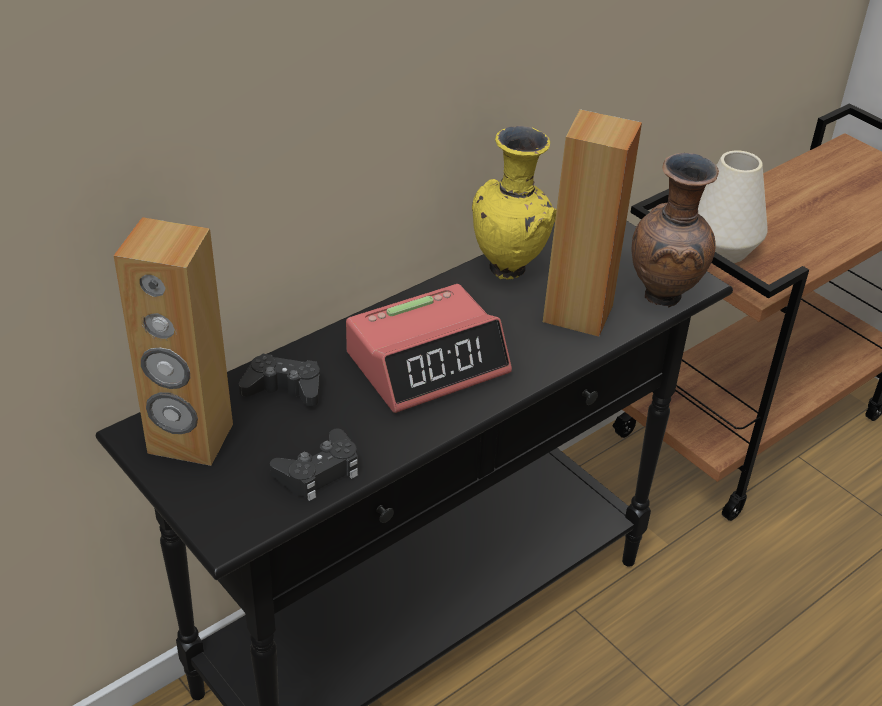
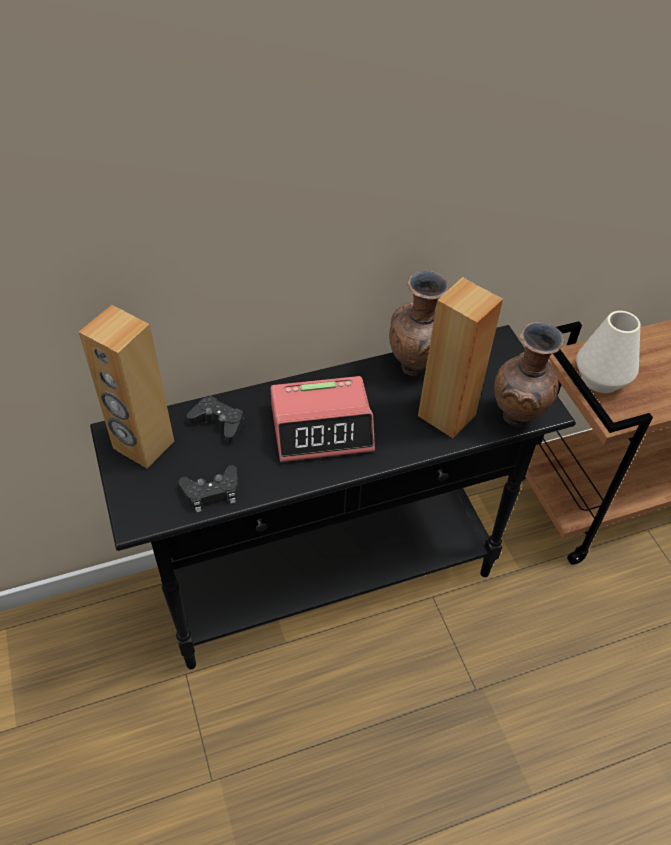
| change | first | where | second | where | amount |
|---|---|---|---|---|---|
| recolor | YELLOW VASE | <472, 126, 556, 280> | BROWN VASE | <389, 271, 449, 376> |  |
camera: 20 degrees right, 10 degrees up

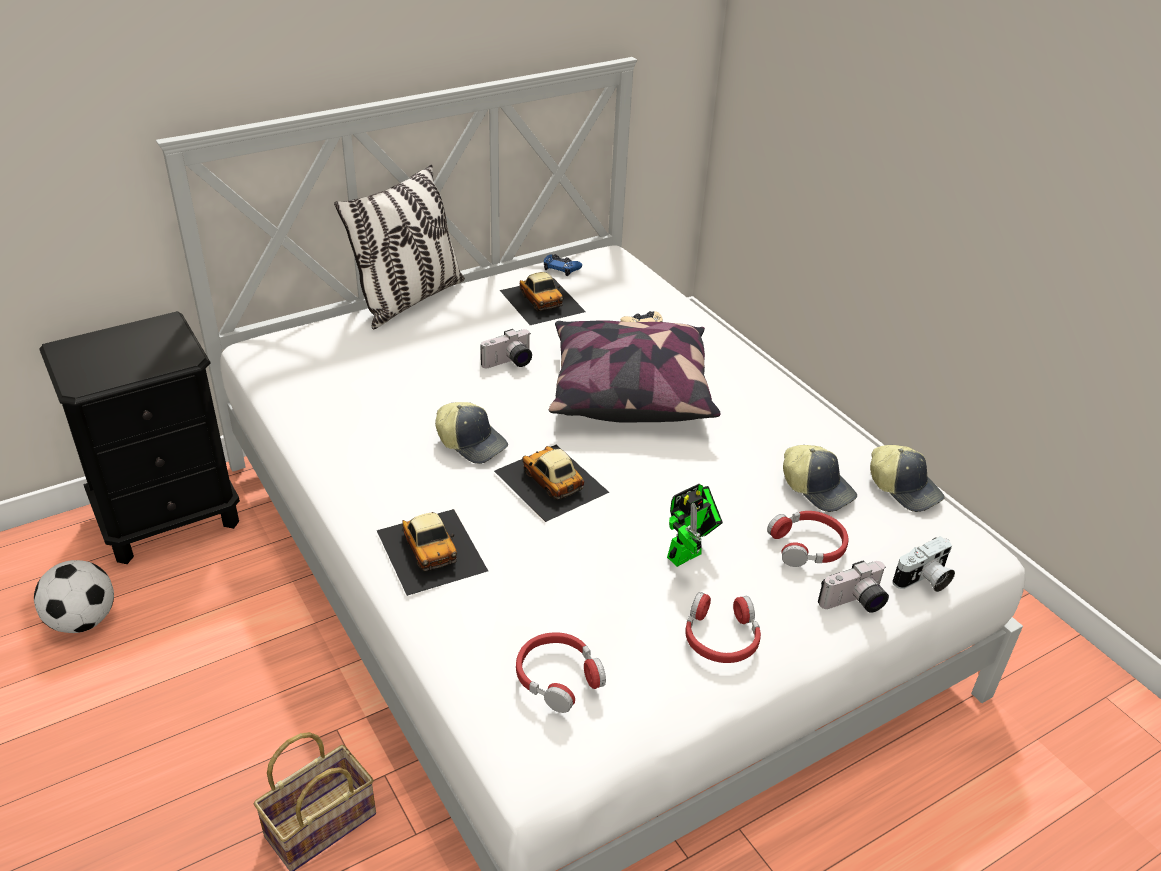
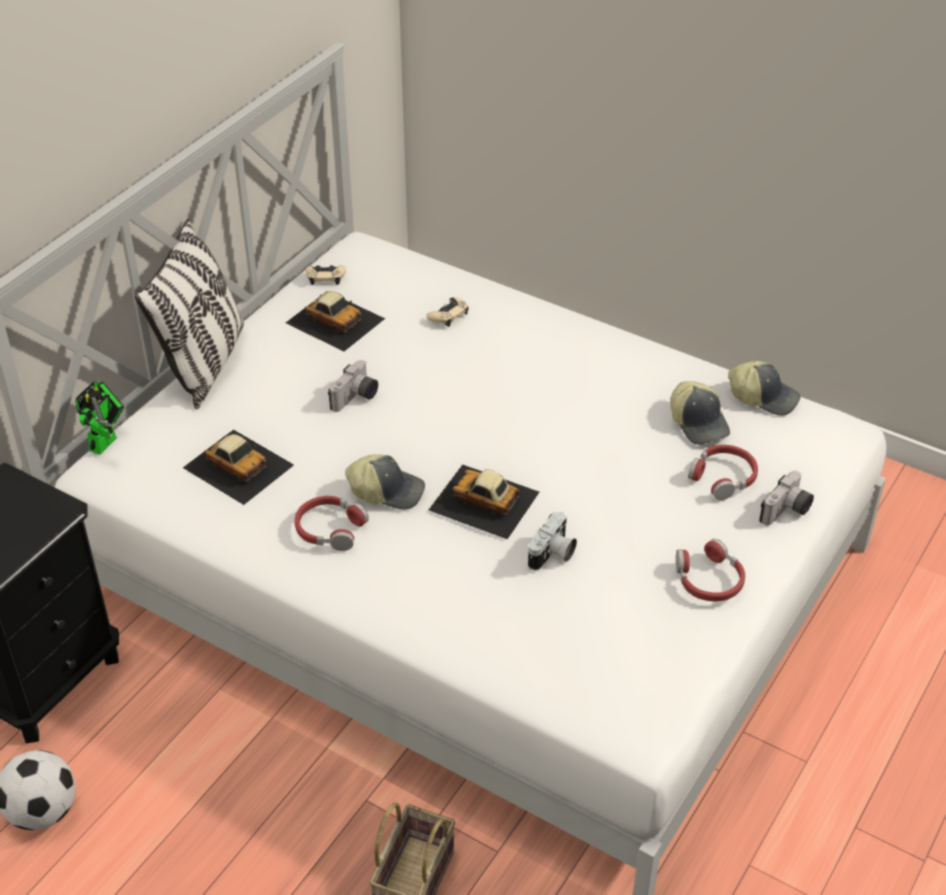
| change | first | where | second | where | amount |
|---|---|---|---|---|---|
| recolor | BLUE GAME CONTROLLER | <544, 254, 582, 276> | BEIGE GAME CONTROLLER | <306, 265, 346, 285> |  |
| delete | PILLOW | <549, 321, 721, 423> |  |  |  |
| rotate | CAP | <783, 445, 857, 512> |  | <670, 381, 730, 445> | 45 degrees clockwise |
| move | TOY ROBOT | <667, 484, 723, 567> |  | <75, 381, 124, 455> |  |
| move | TOY CAR | <376, 509, 488, 596> |  | <183, 430, 294, 505> |  |
| move | PHOTO CAMERA | <892, 536, 955, 592> |  | <528, 511, 577, 571> |  |
| move | RED HEADPHONES | <516, 632, 606, 713> |  | <295, 496, 369, 551> |  |
camera: 25 degrees left, 5 degrees up

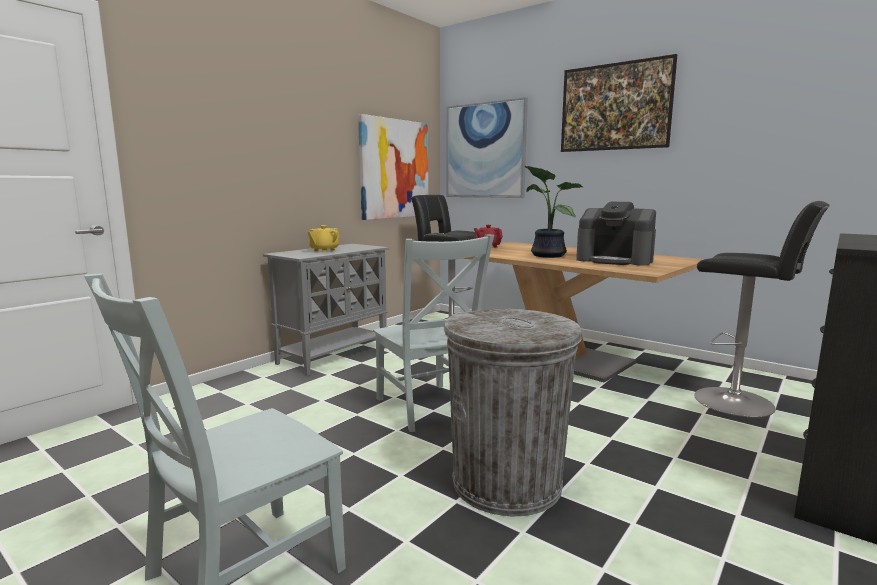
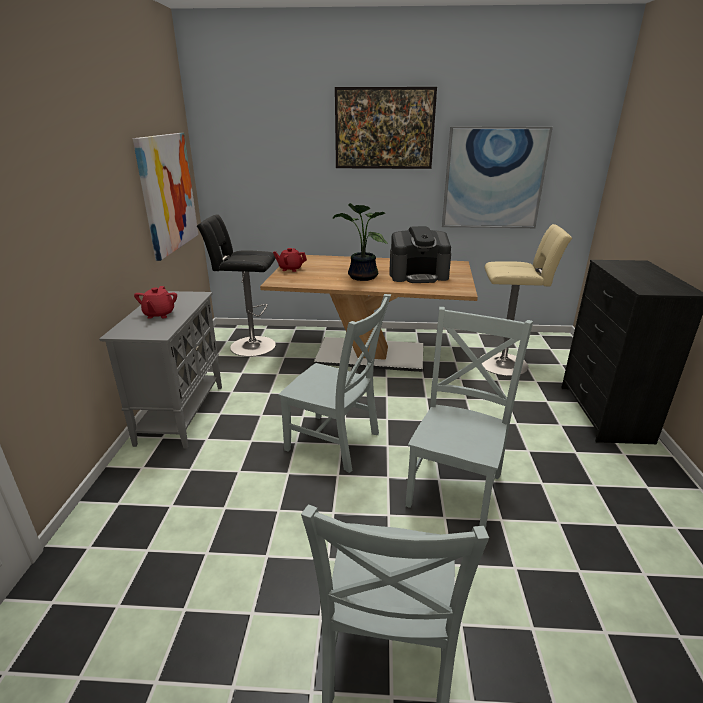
| change | first | where | second | where | amount |
|---|---|---|---|---|---|
| move | PICTURE | <446, 97, 528, 198> |  | <442, 126, 553, 228> |  |
| recolor | BLACK STOOL | <694, 201, 830, 417> | BEIGE STOOL | <481, 224, 572, 376> |  |
| recolor | YELLOW TEAPOT | <308, 225, 340, 252> | RED TEAPOT | <134, 286, 177, 319> |  |
| replace | GREY TRASH CAN | <444, 309, 582, 516> | GREY CHAIR | <405, 307, 533, 529> |  |
camera: 35 degrees left, 15 degrees up

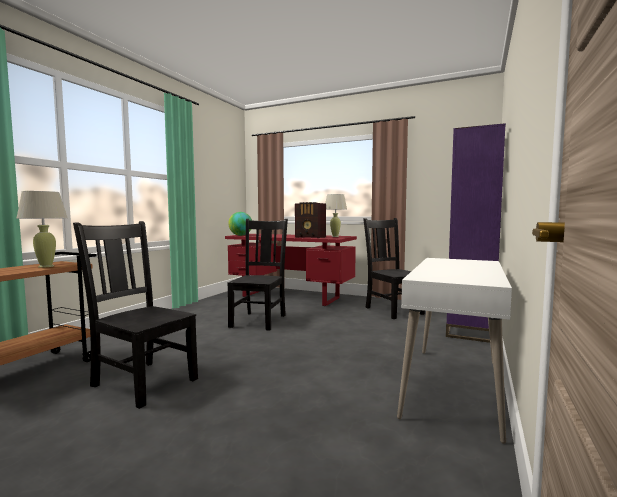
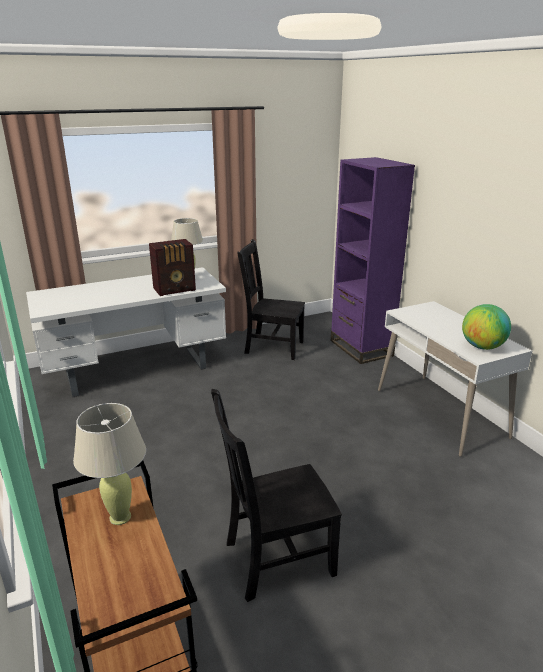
| change | first | where | second | where | amount |
|---|---|---|---|---|---|
| move | GLOBE | <228, 212, 252, 236> |  | <462, 304, 511, 350> |  |
| delete | BLACK CHAIR | <227, 219, 288, 331> |  |  |  |
| recolor | RED DESK | <225, 234, 357, 306> | WHITE DESK | <26, 267, 226, 397> |  |
camera: 50 degrees left, 20 degrees up

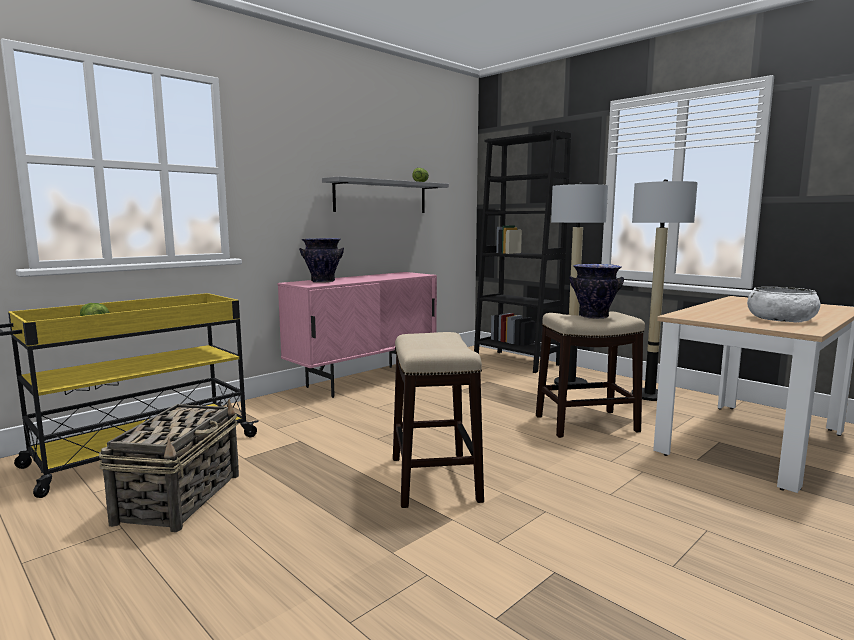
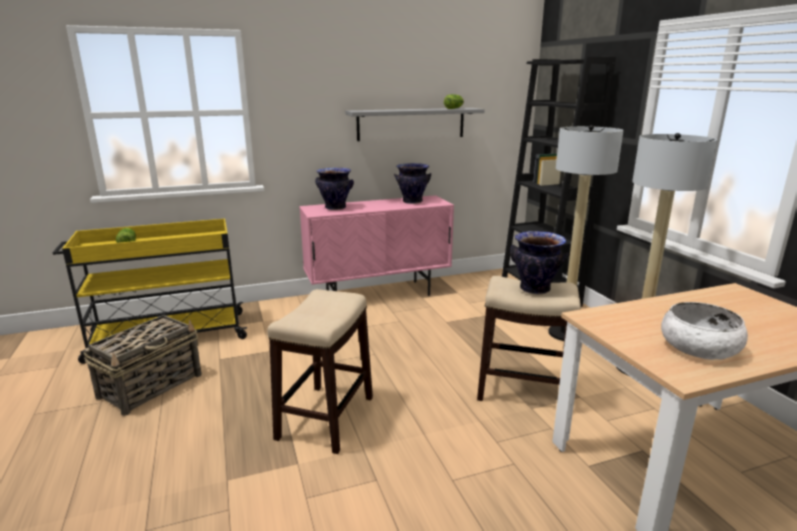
| change | first | where | second | where | amount |
|---|---|---|---|---|---|
| insert |  |  | VASE | <394, 163, 431, 204> |  |
camera: 25 degrees right, 10 degrees up

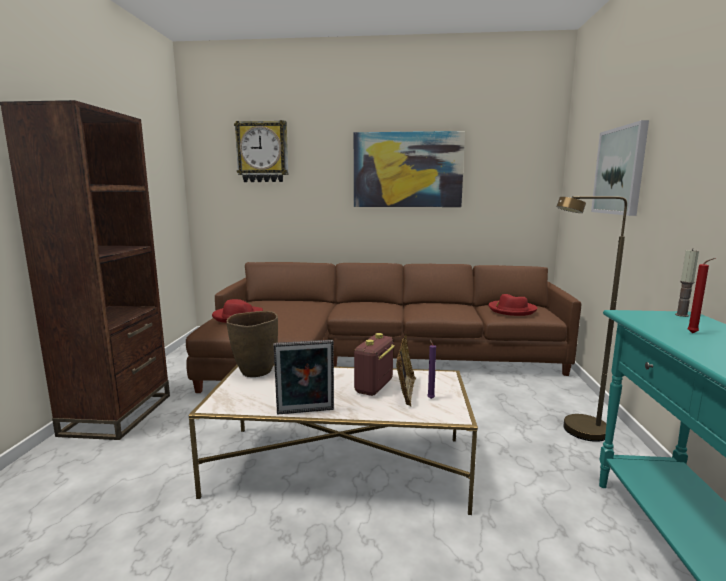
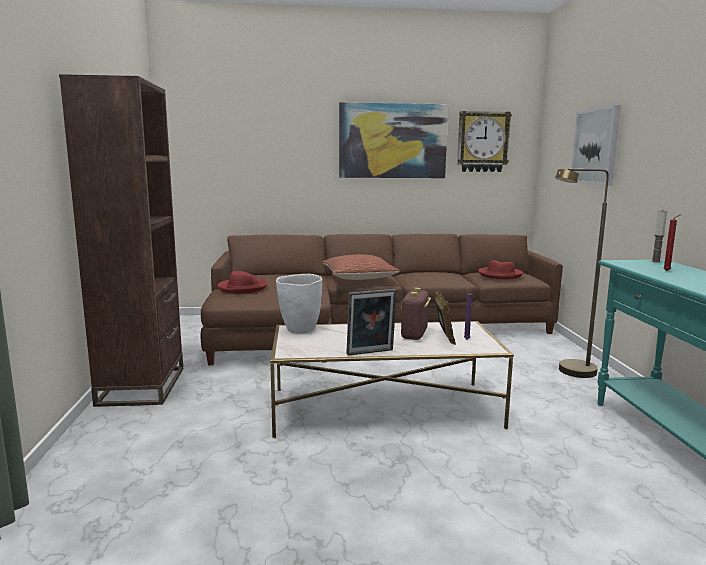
| change | first | where | second | where | amount |
|---|---|---|---|---|---|
| move | WALL CLOCK | <234, 120, 288, 182> |  | <457, 111, 512, 172> |  |
| recolor | BROWN VASE | <226, 311, 278, 377> | WHITE VASE | <276, 274, 322, 334> |  |
| insert |  |  | PILLOW | <322, 254, 400, 280> |  |
camera: 10 degrees left, 0 degrees up

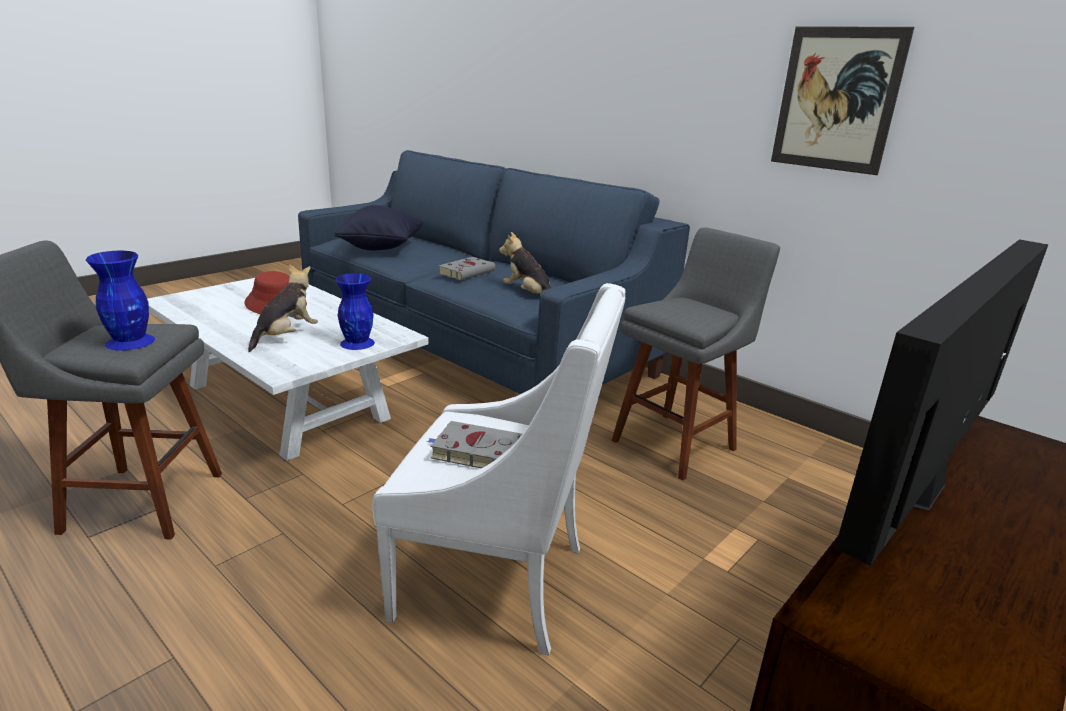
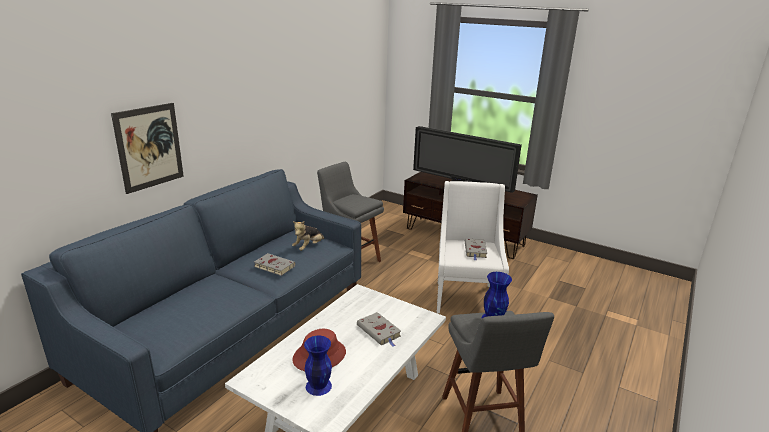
| change | first | where | second | where | amount |
|---|---|---|---|---|---|
| move | PICTURE | <771, 26, 914, 175> |  | <111, 103, 184, 194> |  |
| delete | BLACK PILLOW | <335, 205, 423, 250> |  |  |  |
| replace | PLUSH TOY | <248, 264, 318, 352> | GREY BOOK | <357, 312, 401, 347> |  |
| move | BLUE VASE | <335, 273, 375, 350> |  | <304, 336, 332, 396> |  |
camera: 100 degrees left, 0 degrees up

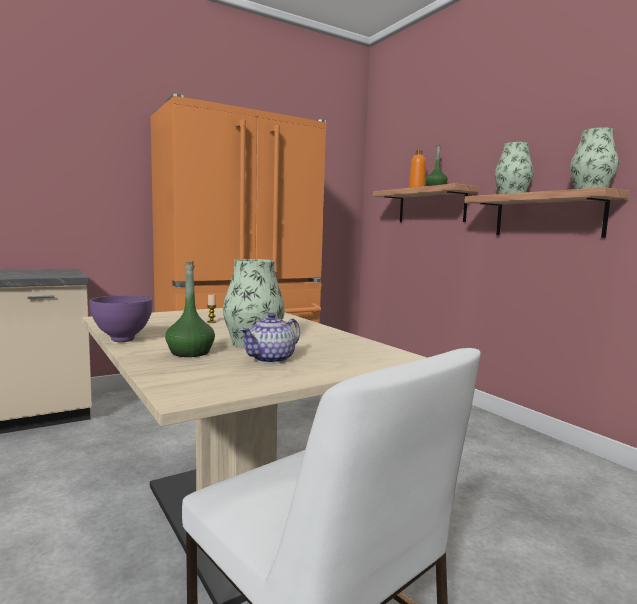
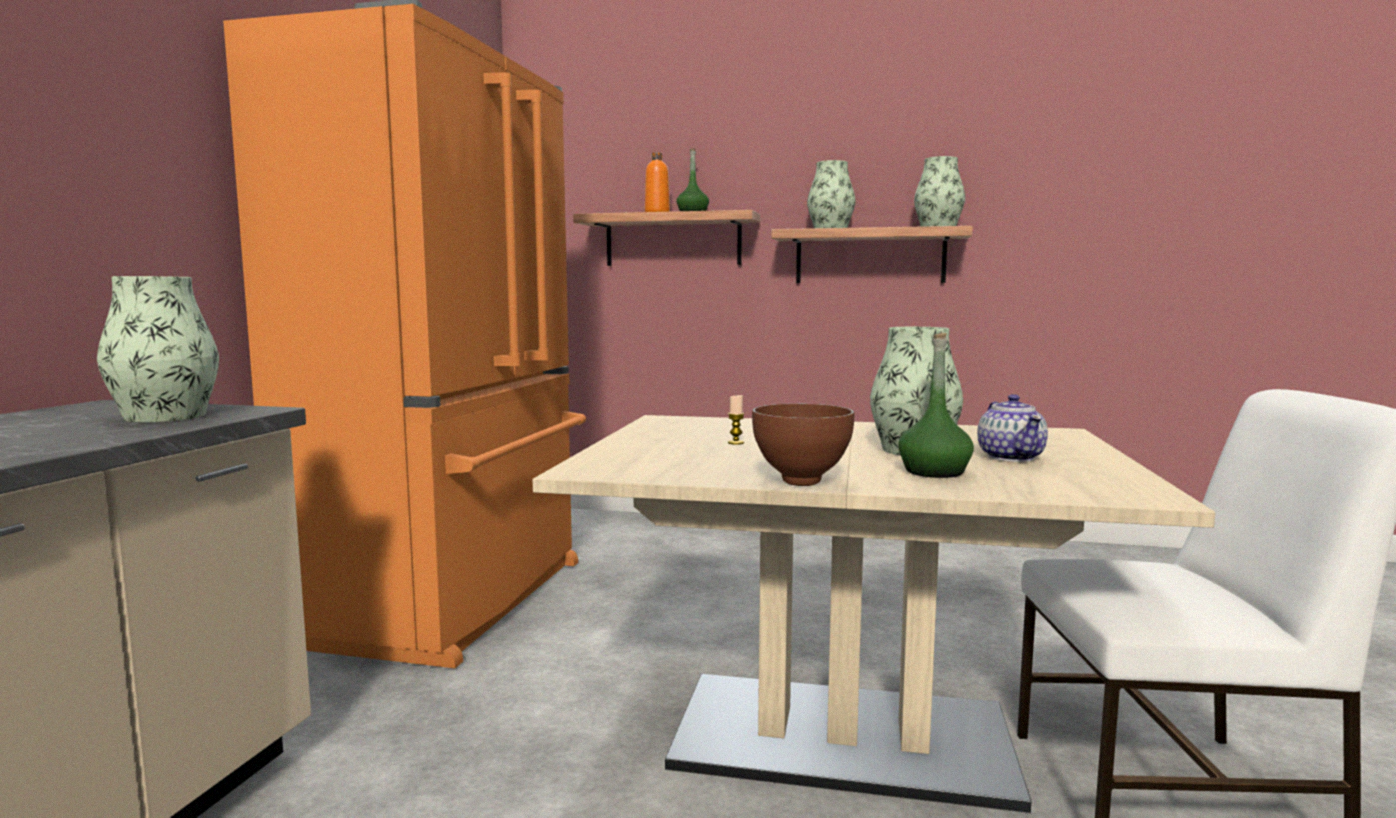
| change | first | where | second | where | amount |
|---|---|---|---|---|---|
| recolor | PURPLE BOWL | <90, 295, 153, 342> | BROWN BOWL | <752, 403, 854, 486> |  |
| insert |  |  | VASE | <97, 276, 219, 422> |  |
camera: 45 degrees left, 0 degrees up

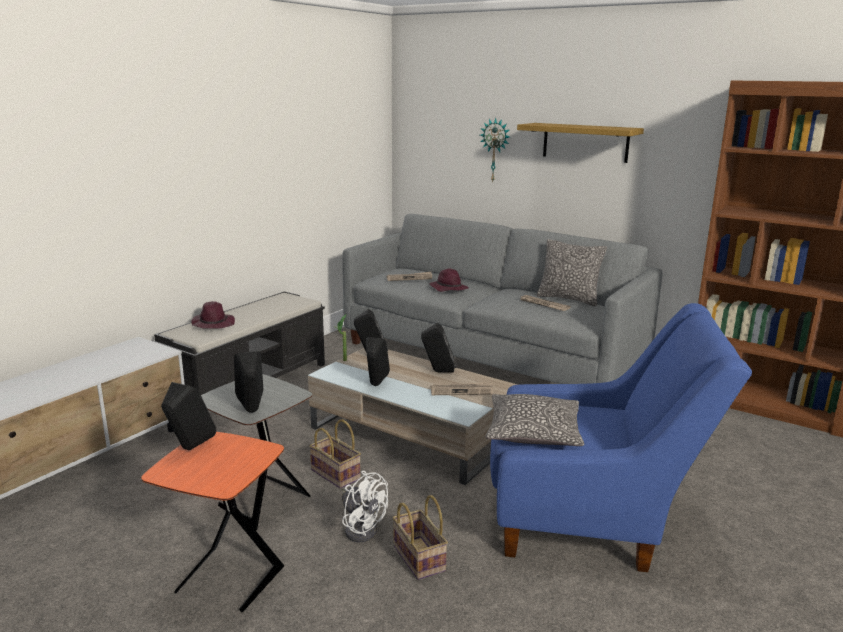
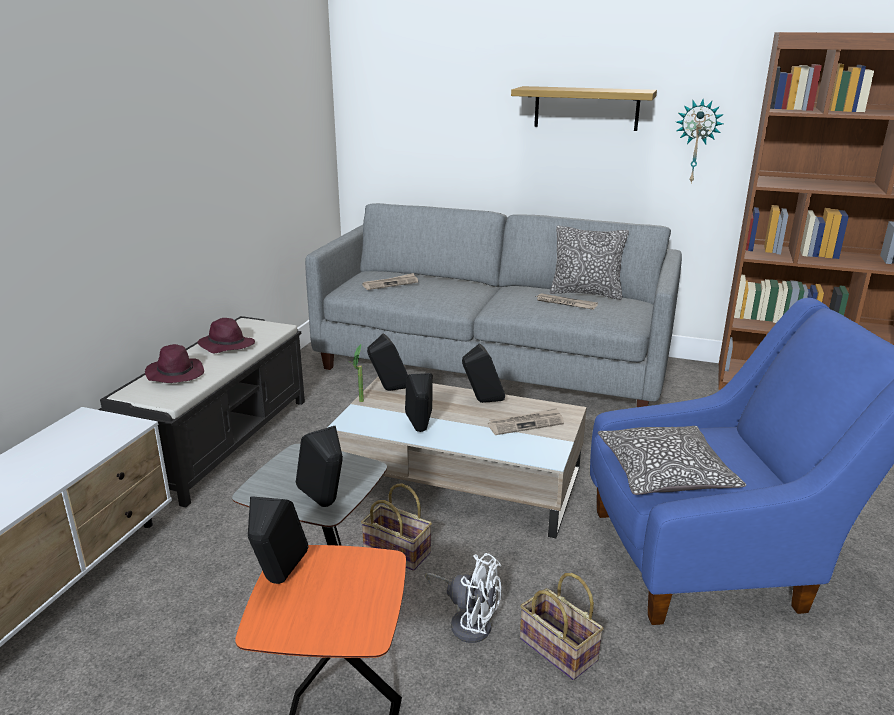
| change | first | where | second | where | amount |
|---|---|---|---|---|---|
| move | WALL CLOCK | <480, 118, 510, 183> |  | <676, 99, 724, 183> |  |
| move | PURPLE HAT | <429, 268, 469, 292> |  | <197, 318, 255, 354> |  |
camera: 15 degrees left, 5 degrees up

